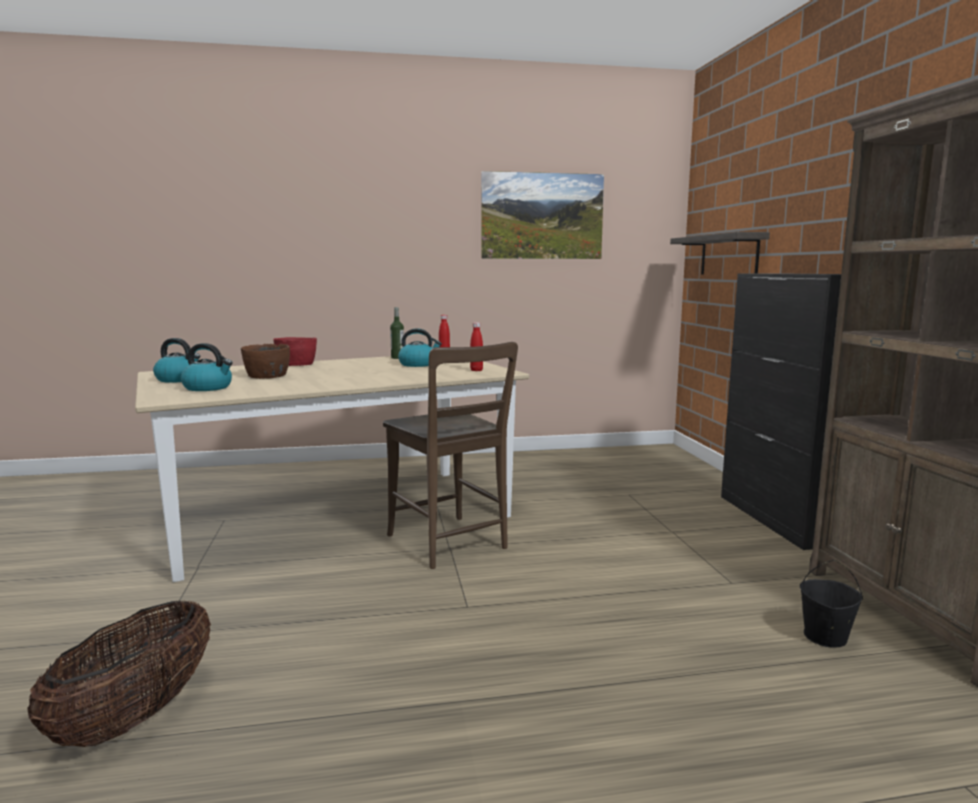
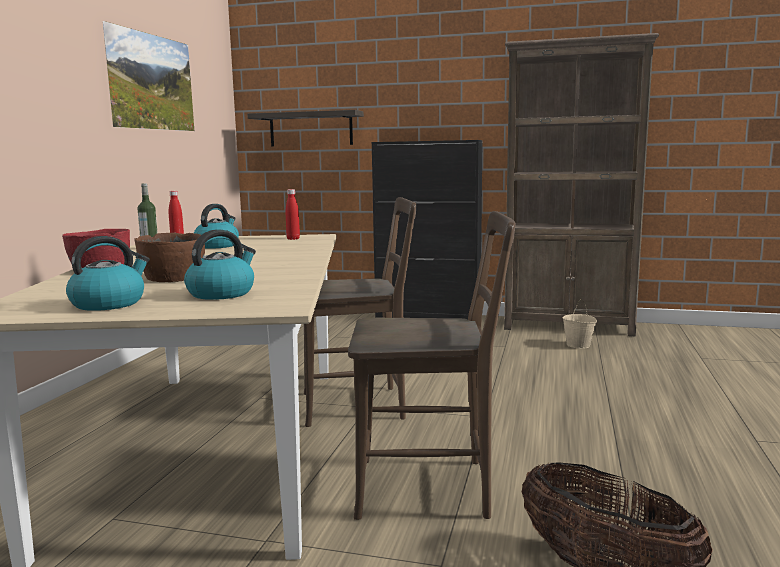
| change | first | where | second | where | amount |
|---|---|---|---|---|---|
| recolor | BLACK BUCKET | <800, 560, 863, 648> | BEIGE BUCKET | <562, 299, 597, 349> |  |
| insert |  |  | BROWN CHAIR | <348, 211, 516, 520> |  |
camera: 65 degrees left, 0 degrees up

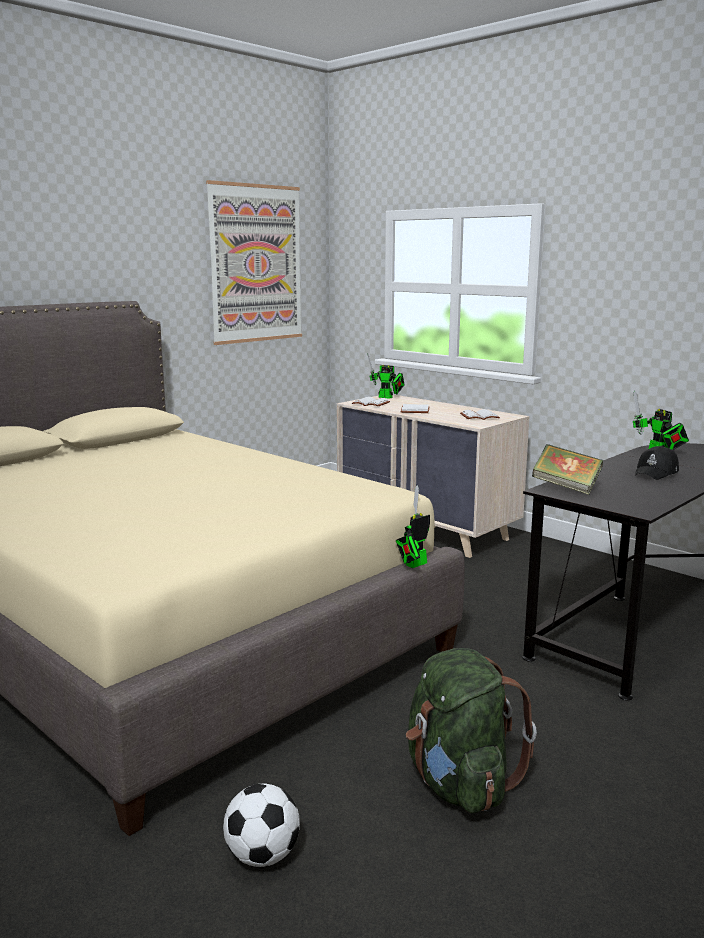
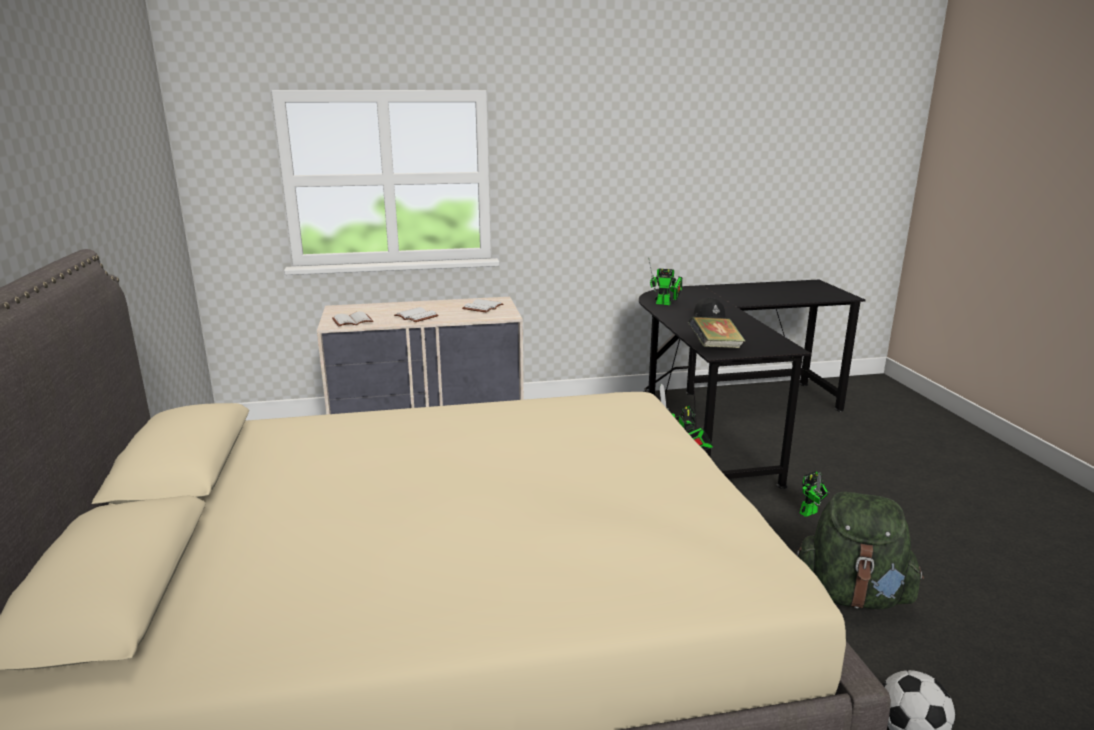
| change | first | where | second | where | amount |
|---|---|---|---|---|---|
| delete | PICTURE | <206, 180, 302, 345> |  |  |  |
| move | TOY ROBOT | <368, 354, 405, 399> |  | <800, 471, 829, 517> |  |
camera: 55 degrees left, 5 degrees up

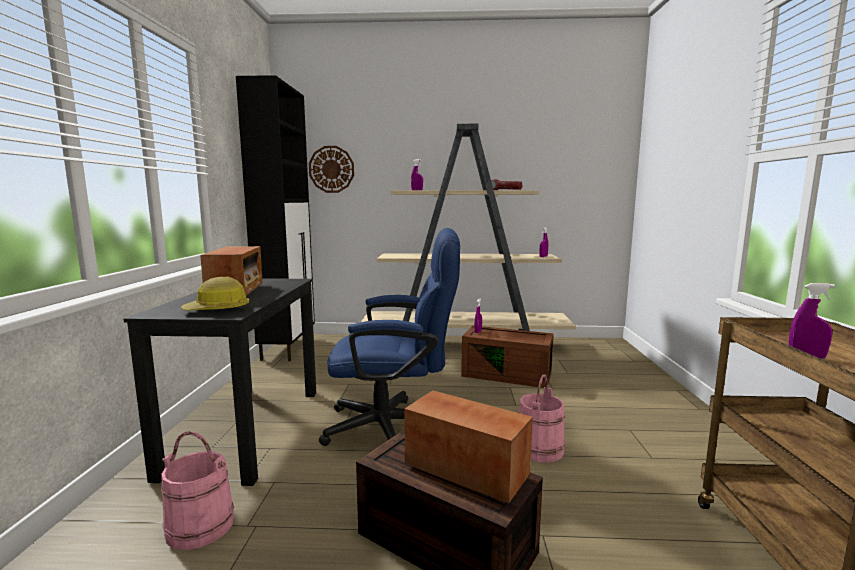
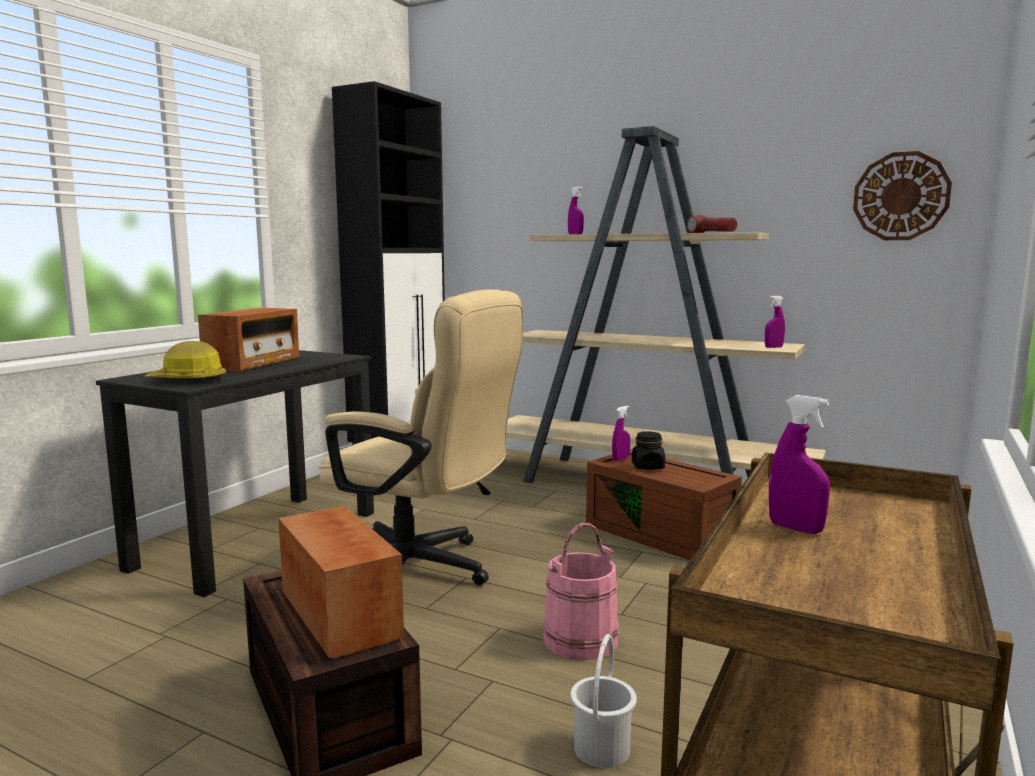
| change | first | where | second | where | amount |
|---|---|---|---|---|---|
| move | WALL CLOCK | <309, 146, 354, 193> |  | <853, 151, 952, 240> |  |
| recolor | BLUE OFFICE CHAIR | <319, 228, 460, 446> | BEIGE OFFICE CHAIR | <318, 289, 523, 585> |  |
| delete | PINK BUCKET | <161, 431, 234, 550> |  |  |  |
| insert |  |  | BLACK JAR | <632, 431, 665, 470> |  |
| insert |  |  | WHITE BUCKET | <570, 634, 637, 768> |  |
camera: 25 degrees right, 0 degrees up

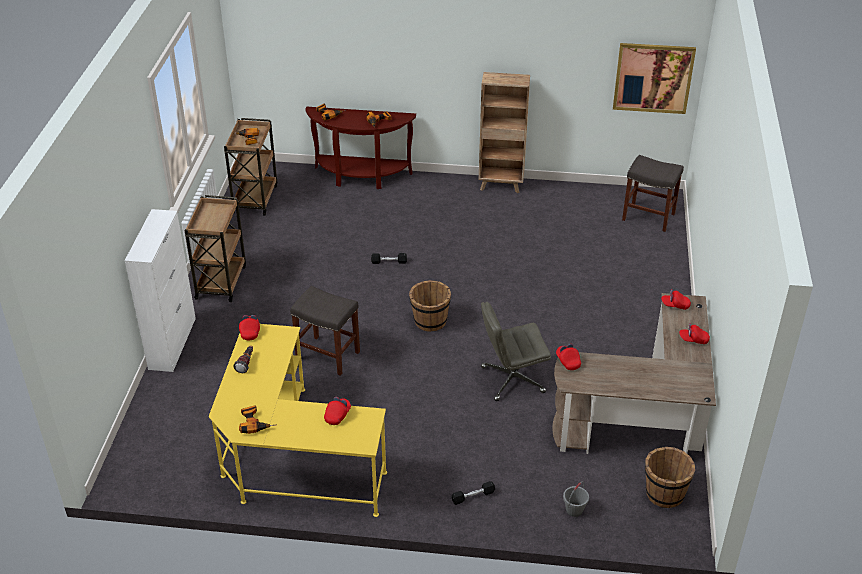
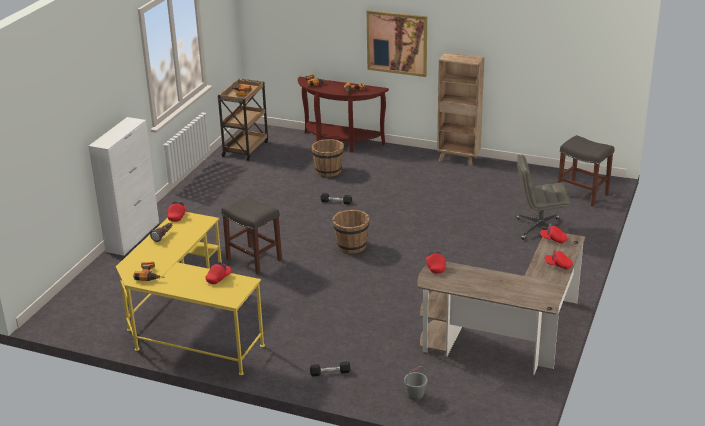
| change | first | where | second | where | amount |
|---|---|---|---|---|---|
| move | PICTURE | <613, 43, 696, 114> |  | <367, 10, 427, 77> |  |
| delete | BROWN CART | <184, 195, 246, 302> |  |  |  |
| move | GREY OFFICE CHAIR | <481, 302, 551, 401> |  | <516, 155, 571, 240> |  |
| move | BROWN BUCKET | <645, 447, 695, 508> |  | <311, 139, 344, 177> |  |
camera: 15 degrees right, 10 degrees down

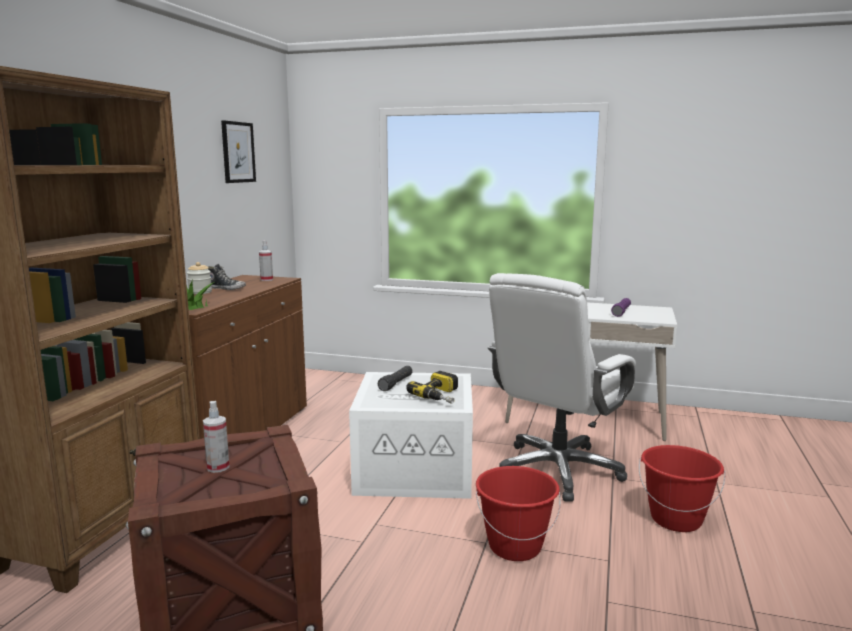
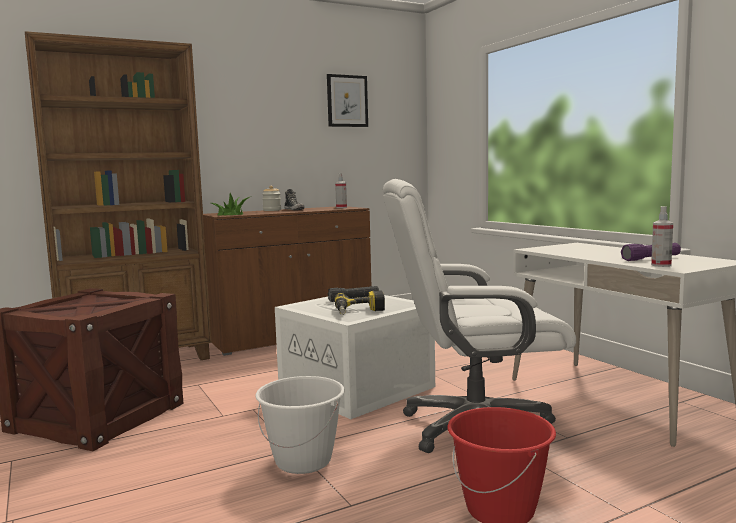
| change | first | where | second | where | amount |
|---|---|---|---|---|---|
| move | SPRAY BOTTLE | <203, 401, 229, 473> |  | <651, 206, 673, 267> |  |
| recolor | RED BUCKET | <476, 466, 561, 561> | WHITE BUCKET | <255, 376, 345, 474> |  |
camera: 45 degrees right, 5 degrees down

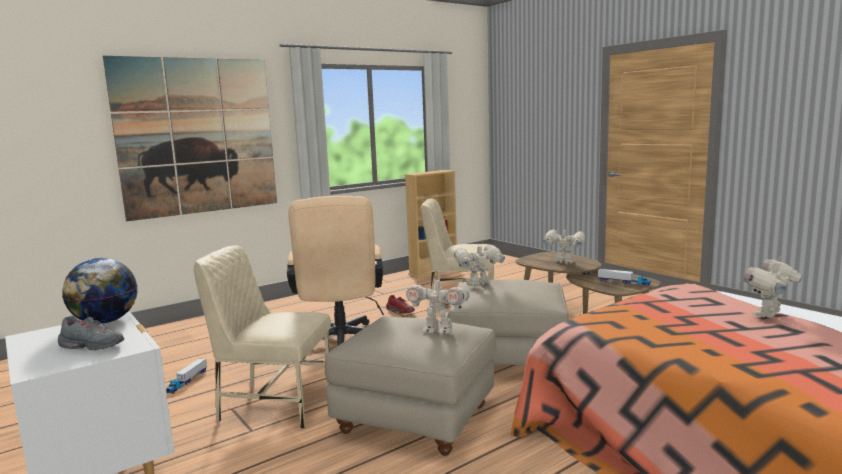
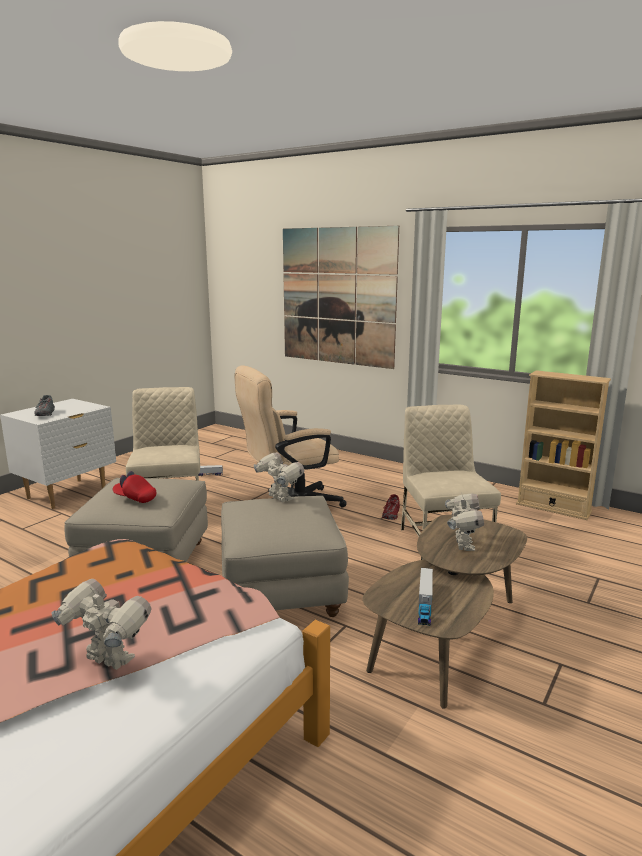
| change | first | where | second | where | amount |
|---|---|---|---|---|---|
| delete | GLOBE | <62, 258, 137, 324> |  |  |  |
| replace | TOY ROBOT | <406, 275, 470, 333> | RED CAP | <113, 471, 156, 503> |  |
camera: 70 degrees right, 5 degrees up

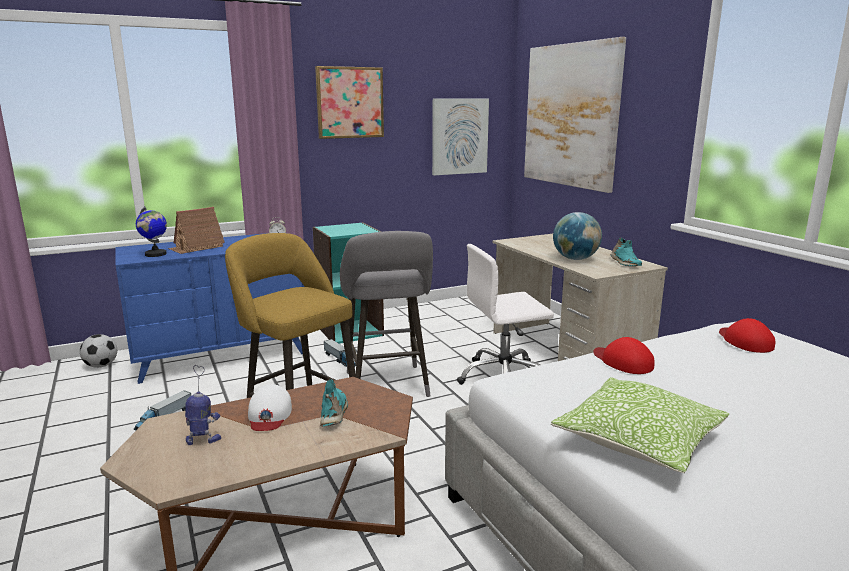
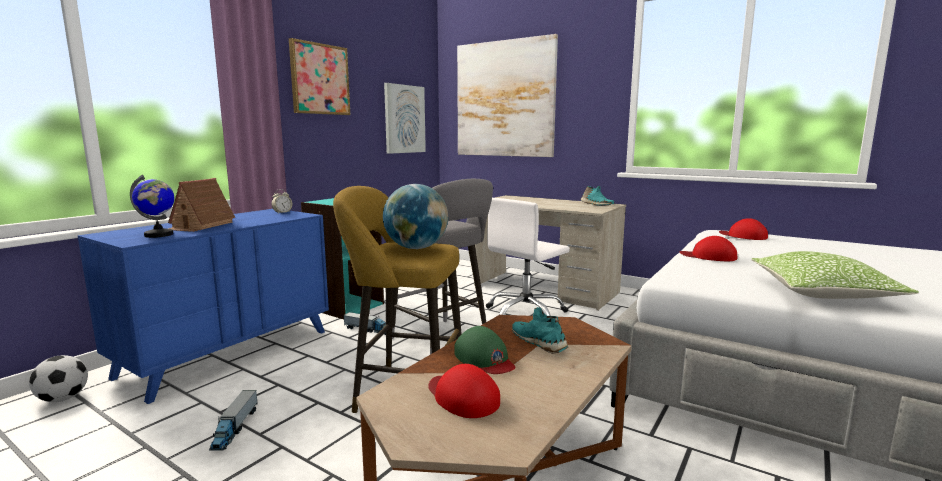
| change | first | where | second | where | amount |
|---|---|---|---|---|---|
| move | GLOBE | <553, 212, 602, 260> |  | <383, 184, 448, 249> |  |
| replace | TOY ROBOT | <185, 365, 221, 445> | RED CAP | <428, 364, 500, 418> |  |
| recolor | WHITE CAP | <248, 384, 292, 431> | GREEN CAP | <454, 326, 516, 374> |  |
camera: 30 degrees left, 5 degrees down

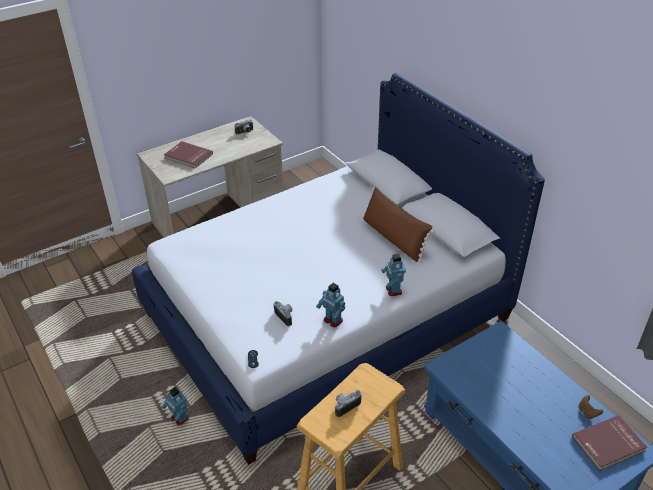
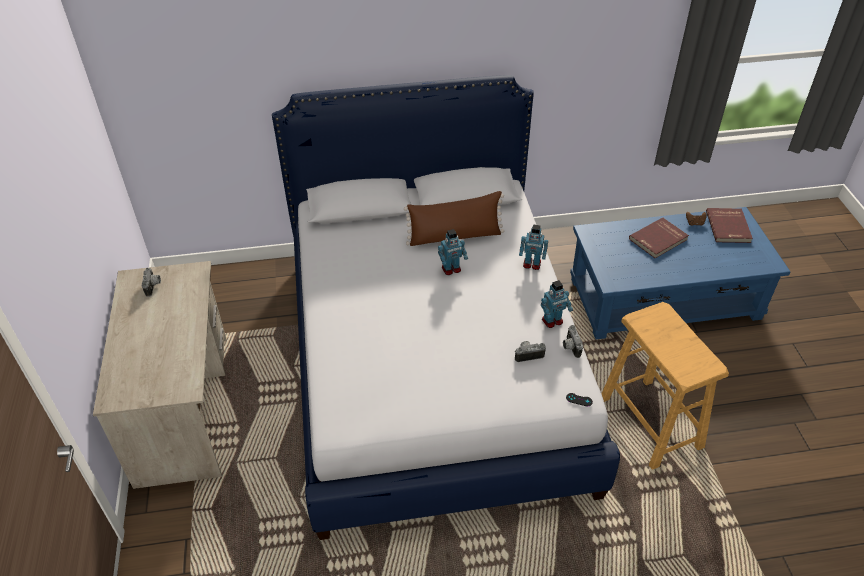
| change | first | where | second | where | amount |
|---|---|---|---|---|---|
| move | RED BOOK | <164, 141, 213, 169> |  | <629, 217, 689, 258> |  |
| move | TOY ROBOT | <162, 387, 189, 426> |  | <438, 229, 468, 275> |  |
| move | PHOTO CAMERA | <334, 390, 361, 417> |  | <563, 325, 583, 358> |  |
camera: 65 degrees left, 5 degrees up

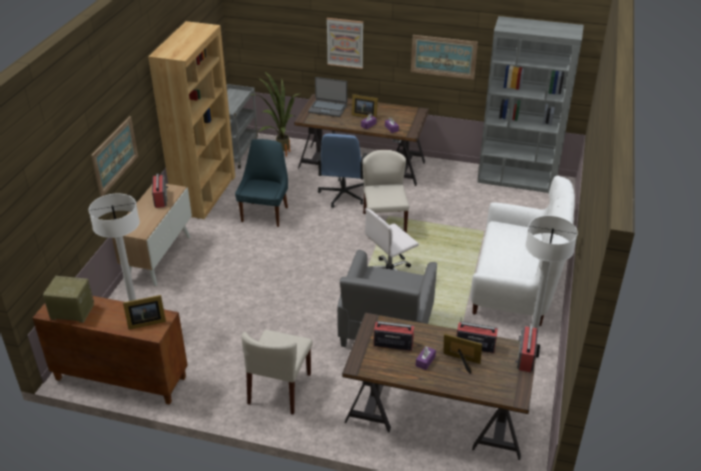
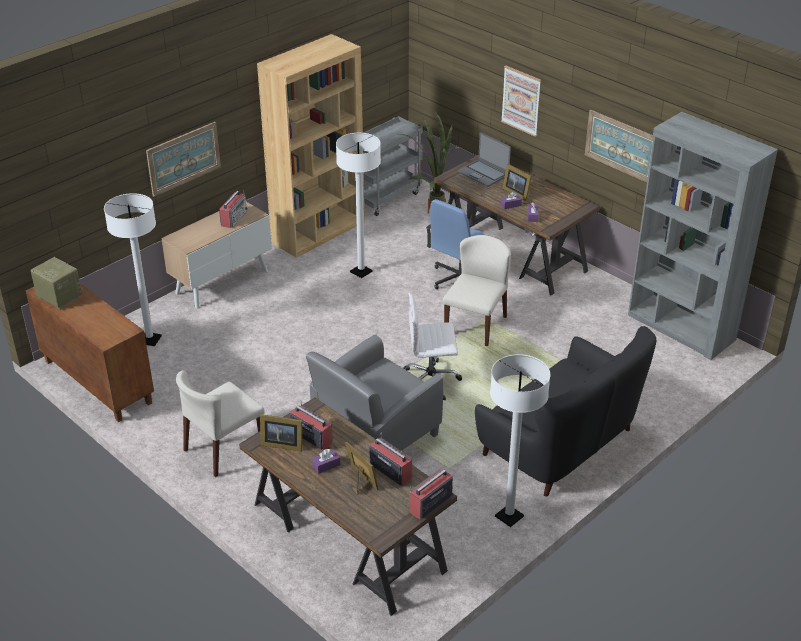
| change | first | where | second | where | amount |
|---|---|---|---|---|---|
| replace | BLUE CHAIR | <235, 139, 288, 227> | WHITE FLOOR LAMP | <336, 133, 381, 278> |  |
| recolor | WHITE SOFA | <471, 176, 575, 326> | BLACK SOFA | <475, 326, 656, 497> |  |
| move | PICTURE FRAME | <123, 295, 166, 330> |  | <260, 414, 302, 452> |  |
camera: 30 degrees right, 0 degrees up

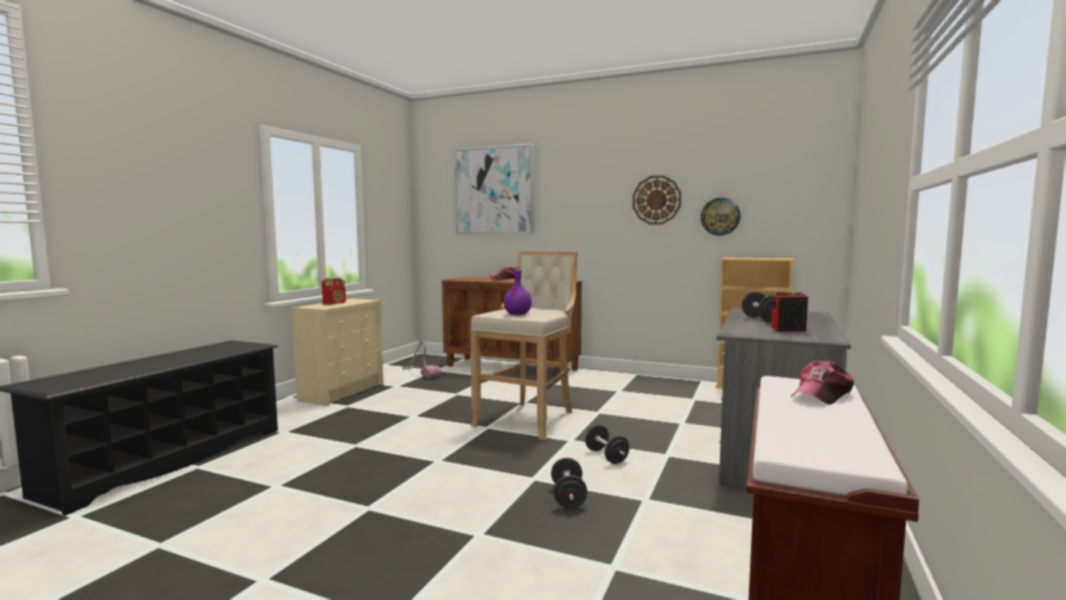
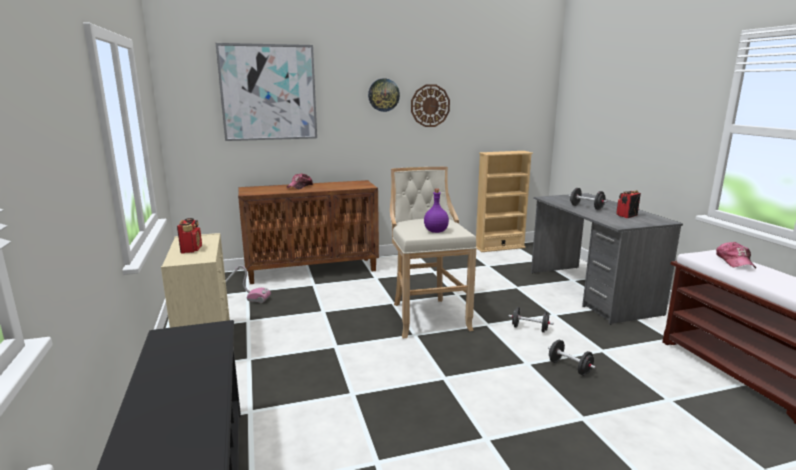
| change | first | where | second | where | amount |
|---|---|---|---|---|---|
| move | WALL CLOCK | <701, 198, 741, 236> |  | <368, 79, 400, 112> |  |
camera: 40 degrees left, 10 degrees up

